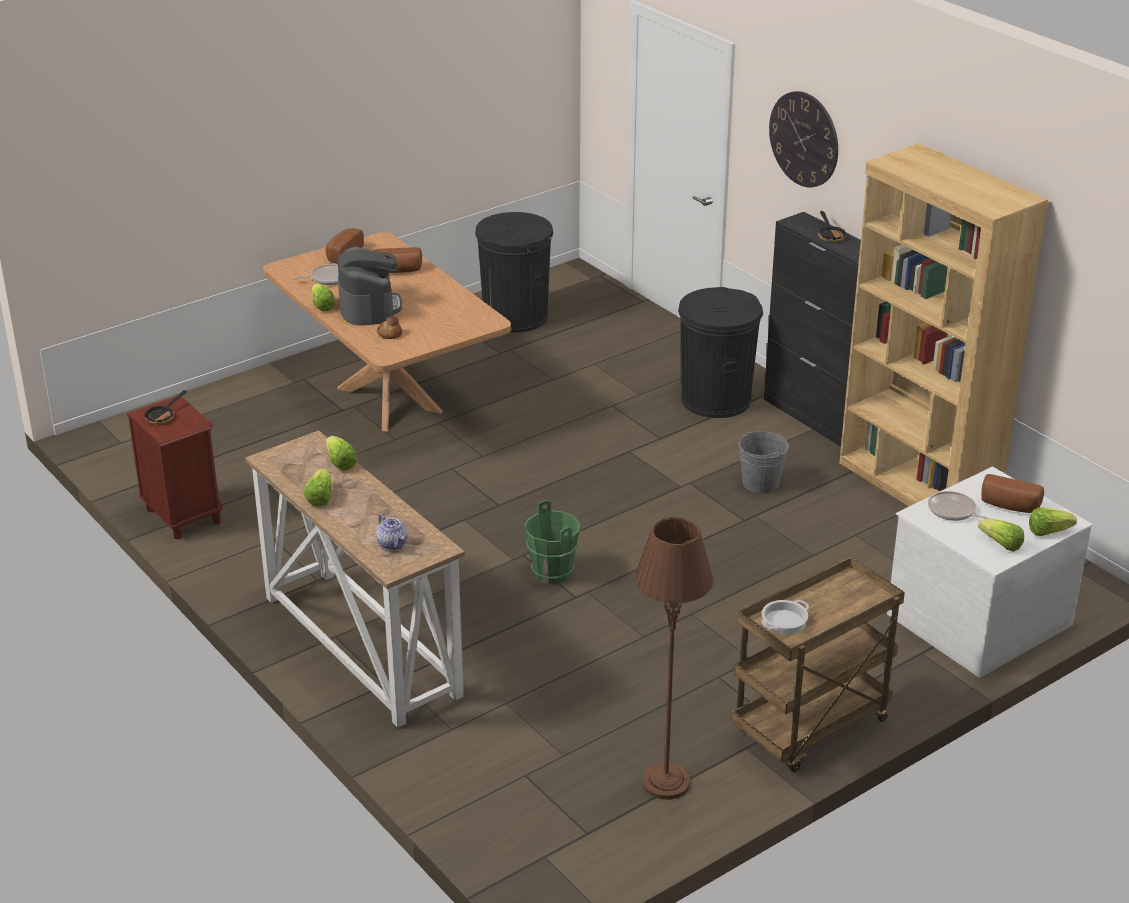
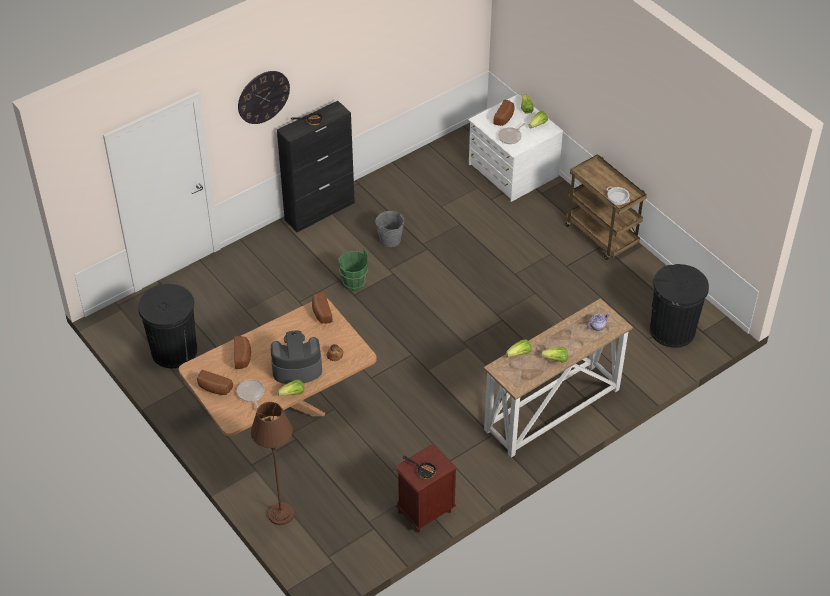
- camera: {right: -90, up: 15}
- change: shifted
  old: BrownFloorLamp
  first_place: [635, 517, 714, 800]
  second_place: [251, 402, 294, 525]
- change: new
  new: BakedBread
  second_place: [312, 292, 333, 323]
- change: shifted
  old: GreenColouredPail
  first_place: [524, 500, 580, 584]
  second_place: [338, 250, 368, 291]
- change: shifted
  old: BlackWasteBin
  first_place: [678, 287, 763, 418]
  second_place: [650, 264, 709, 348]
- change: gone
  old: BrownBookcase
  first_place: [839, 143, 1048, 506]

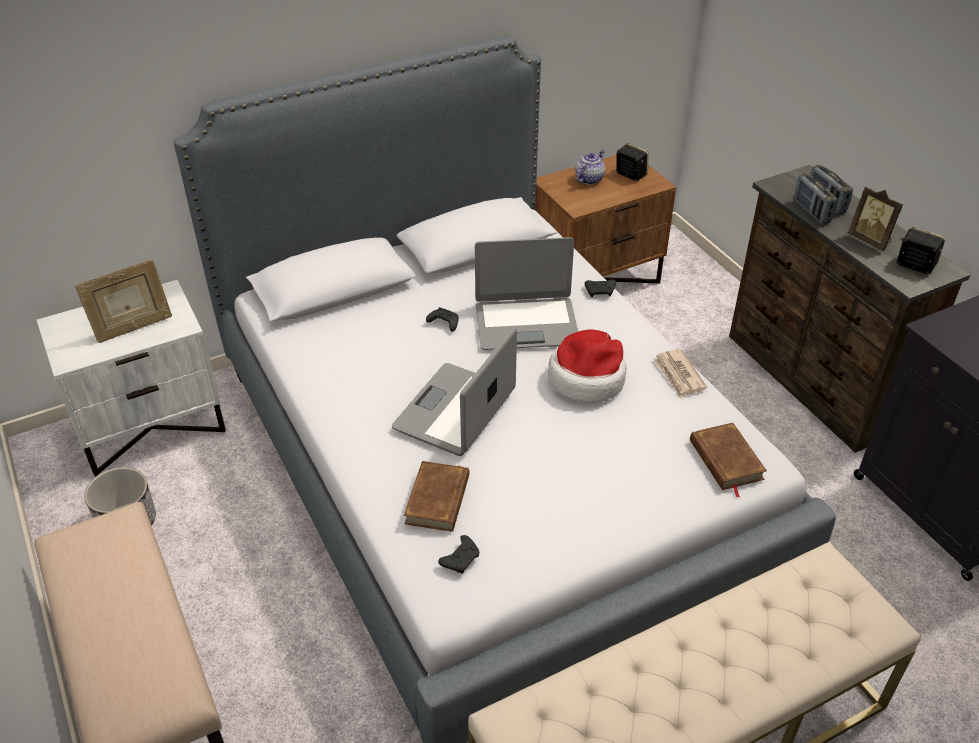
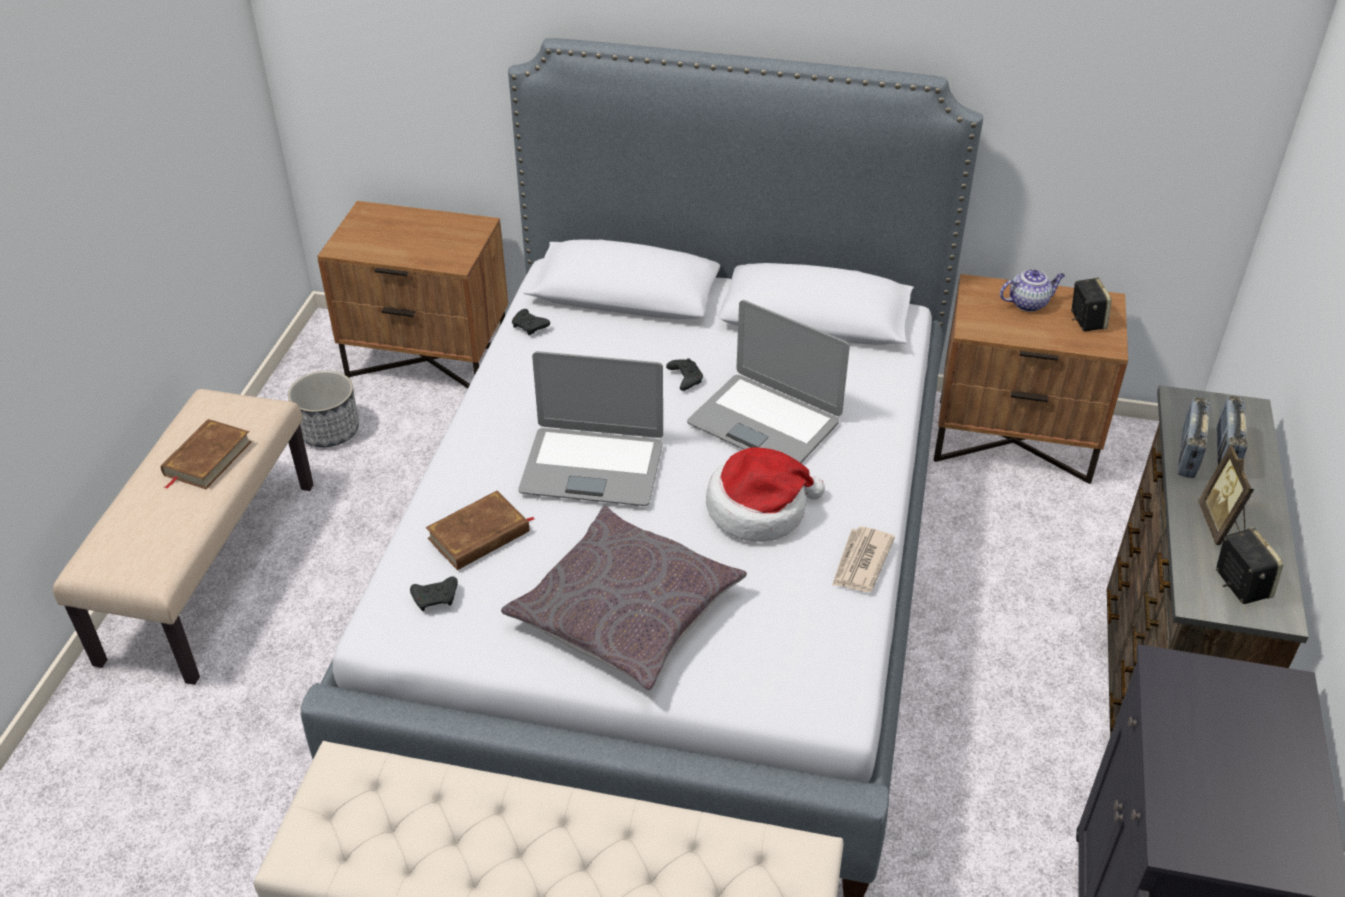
- camera: {right: 40, up: 0}
- change: shifted
  old: BrownBook
  first_place: [690, 423, 767, 497]
  second_place: [161, 419, 252, 489]
- change: repainted
  old: WhiteBedsideTable
  new: BrownBedsideTable
  first_place: [37, 280, 226, 476]
  second_place: [317, 201, 508, 388]
- change: new
  new: GreyishCushion
  second_place: [501, 506, 747, 691]
- change: shifted
  old: BlackJoypad
  first_place: [585, 279, 616, 297]
  second_place: [512, 309, 550, 335]
- change: rotated
  old: PortableComputer
  first_place: [392, 327, 517, 456]
  second_place: [518, 351, 663, 506]
  degrees: -150
- change: gone
  old: PhotoFrame
  first_place: [75, 259, 172, 343]

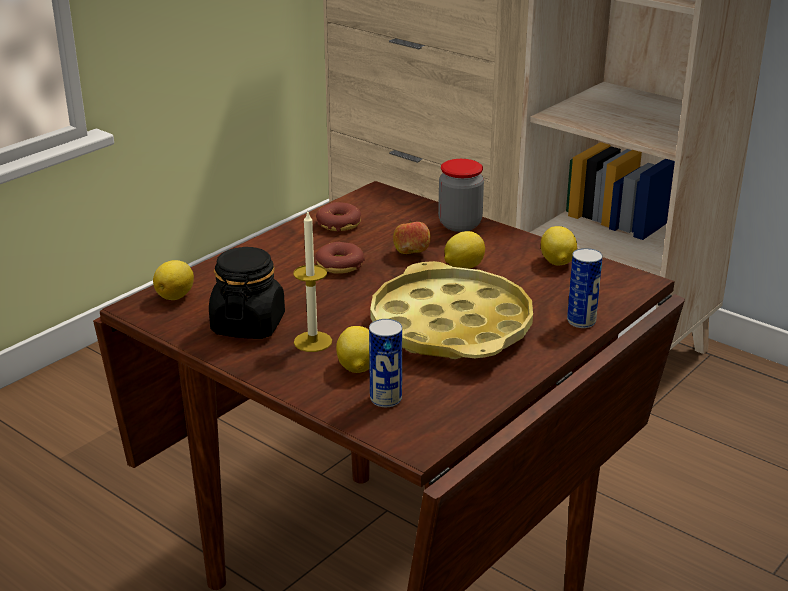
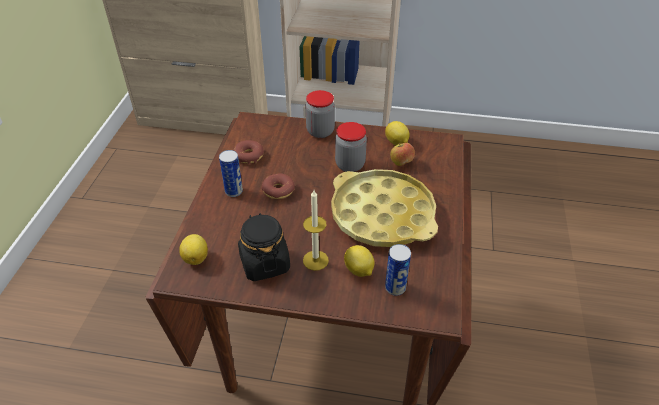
- camera: {right: -30, up: 15}
- change: shifted
  old: Can
  first_place: [567, 248, 603, 328]
  second_place: [219, 150, 243, 197]
- change: swapped
  old: WholeLemon
  new: Jar
  first_place: [444, 231, 485, 269]
  second_place: [335, 122, 367, 172]
- change: shifted
  old: Apple
  first_place: [393, 219, 431, 254]
  second_place: [390, 143, 415, 166]

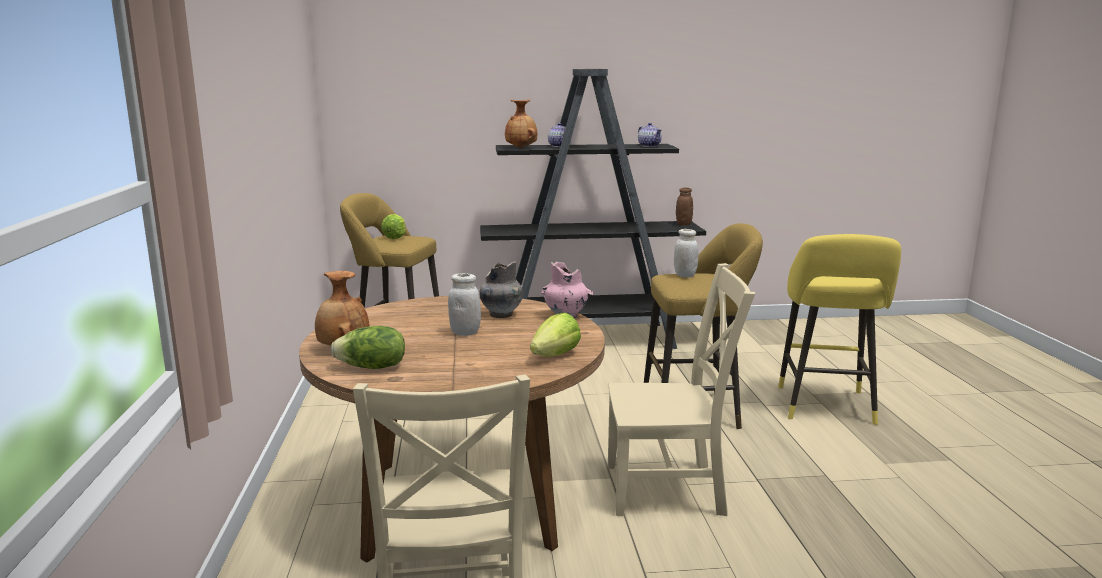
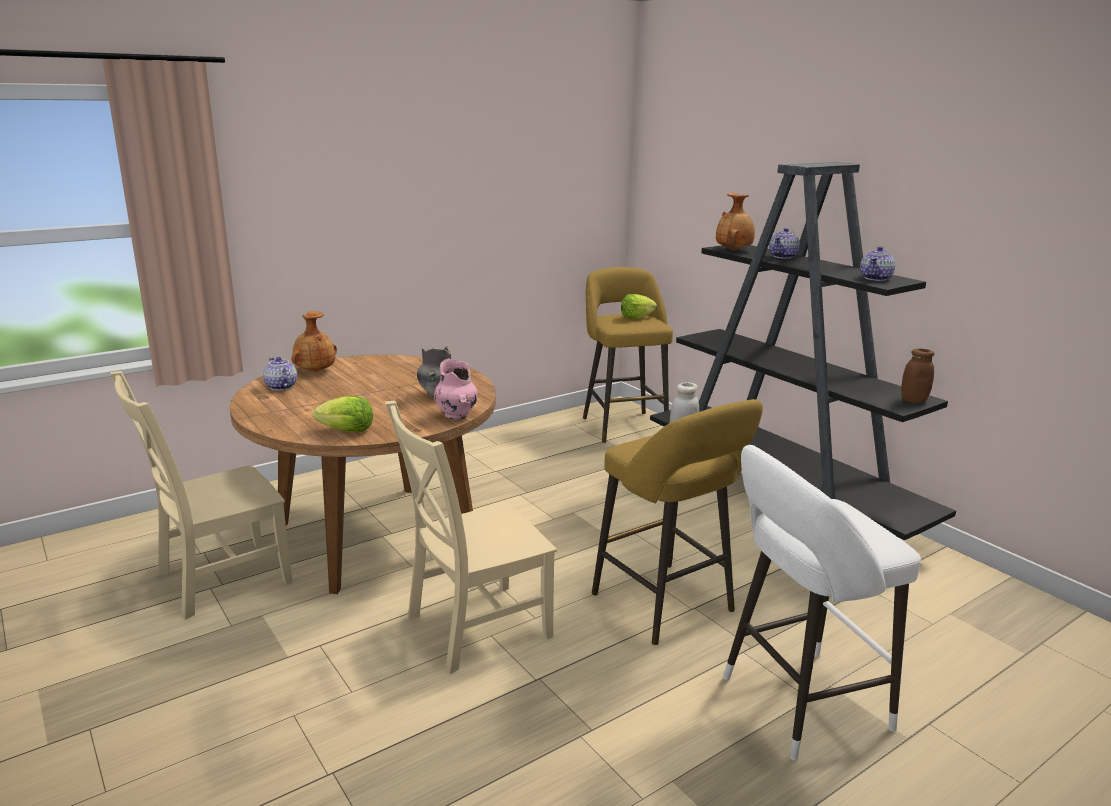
- camera: {right: 60, up: 5}
- change: swapped
  old: LettuceHead
  new: TeaPot
  first_place: [331, 326, 405, 369]
  second_place: [263, 357, 297, 390]
- change: rotated
  old: BeigeColouredPlainChair
  first_place: [608, 263, 755, 516]
  second_place: [385, 401, 557, 674]
  degrees: 90
- change: repainted
  old: YellowStoolSeat
  new: WhiteStoolSeat
  first_place: [778, 234, 901, 425]
  second_place: [723, 445, 921, 761]
- change: gone
  old: WhiteJar
  first_place: [448, 273, 481, 336]

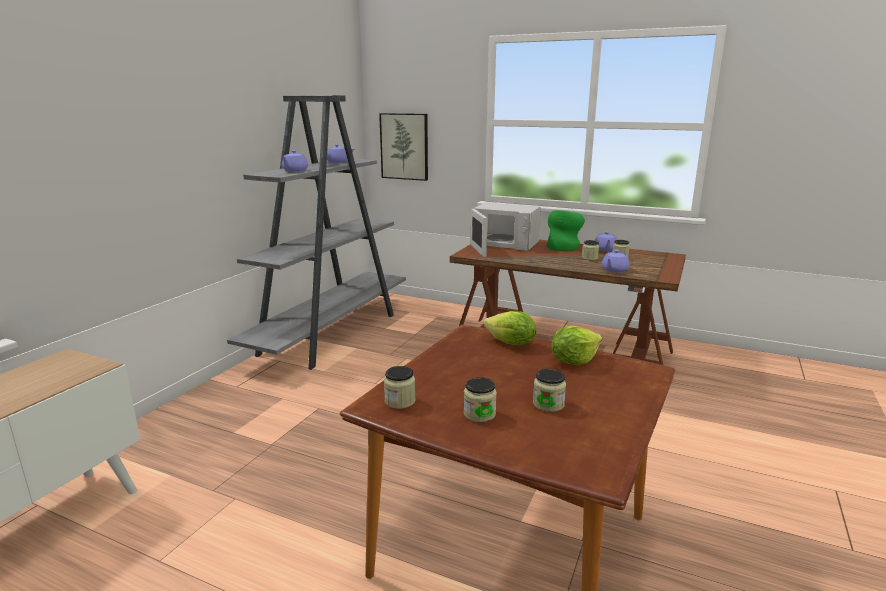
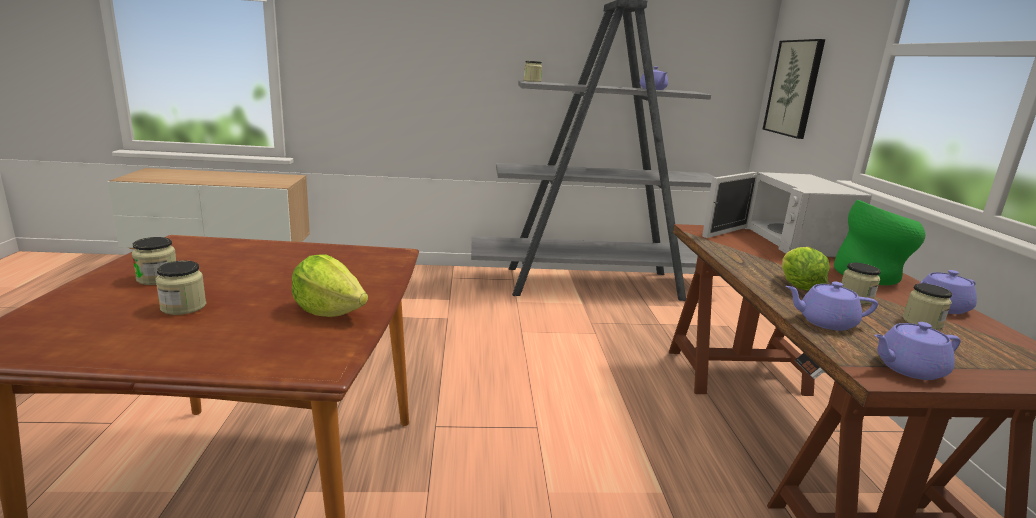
- camera: {right: 60, up: 0}
- change: shifted
  old: Jar
  first_place: [384, 366, 415, 409]
  second_place: [524, 61, 542, 82]
- change: shifted
  old: LettuceHead
  first_place: [483, 311, 536, 346]
  second_place: [782, 247, 830, 290]
- change: shifted
  old: PurpleColouredTeaPot
  first_place: [282, 150, 308, 172]
  second_place: [874, 322, 961, 380]

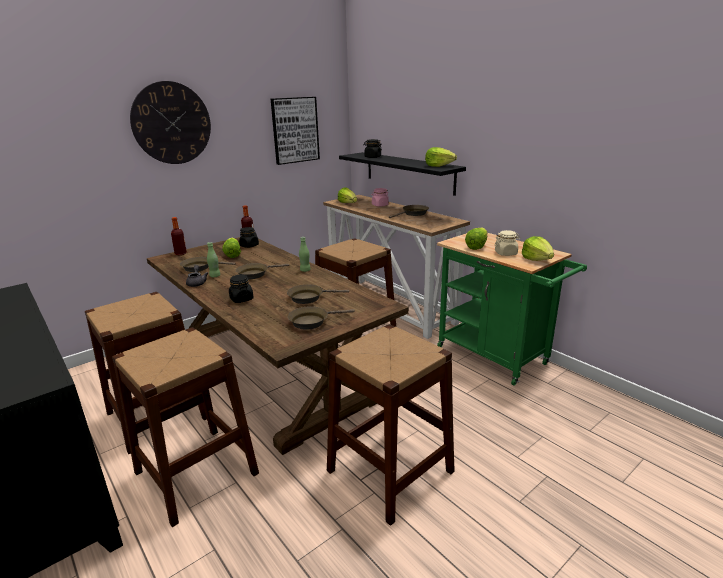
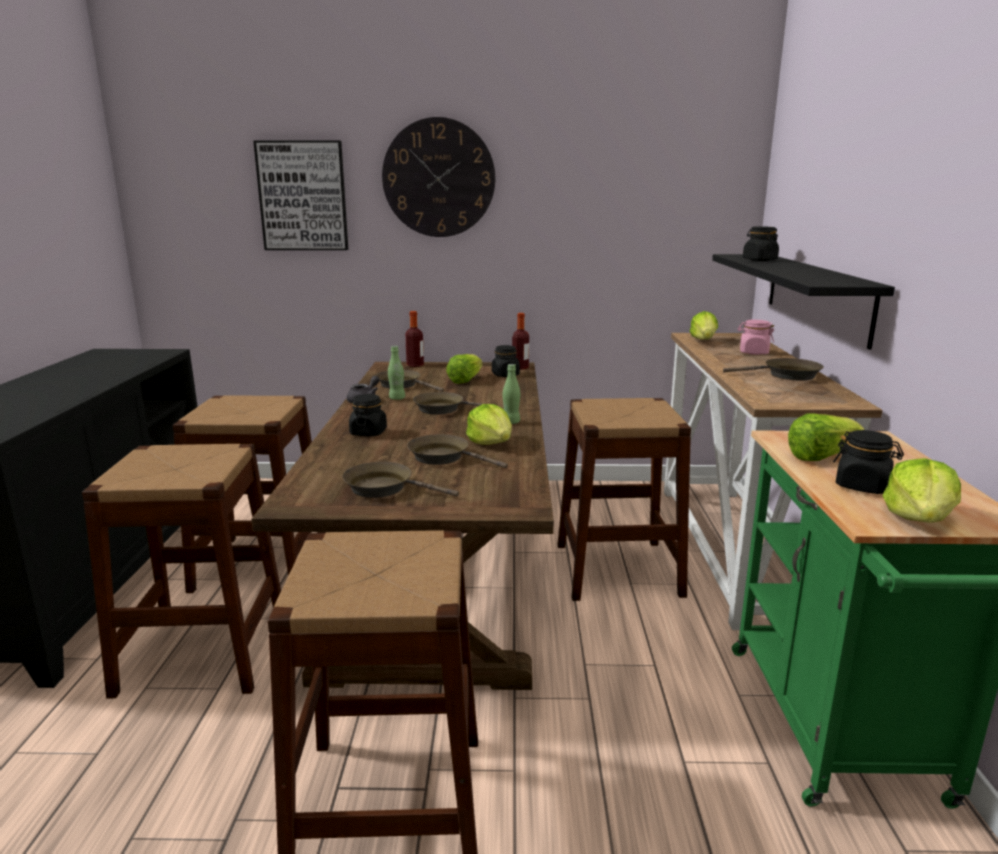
- camera: {right: 40, up: -5}
- change: shifted
  old: WallArt
  first_place: [271, 97, 320, 165]
  second_place: [253, 141, 348, 250]
- change: shifted
  old: LettuceHead
  first_place: [425, 147, 457, 167]
  second_place: [466, 404, 512, 445]
- change: repainted
  old: BeigeColouredJar
  new: BlackJar
  first_place: [494, 230, 520, 256]
  second_place: [833, 430, 904, 494]

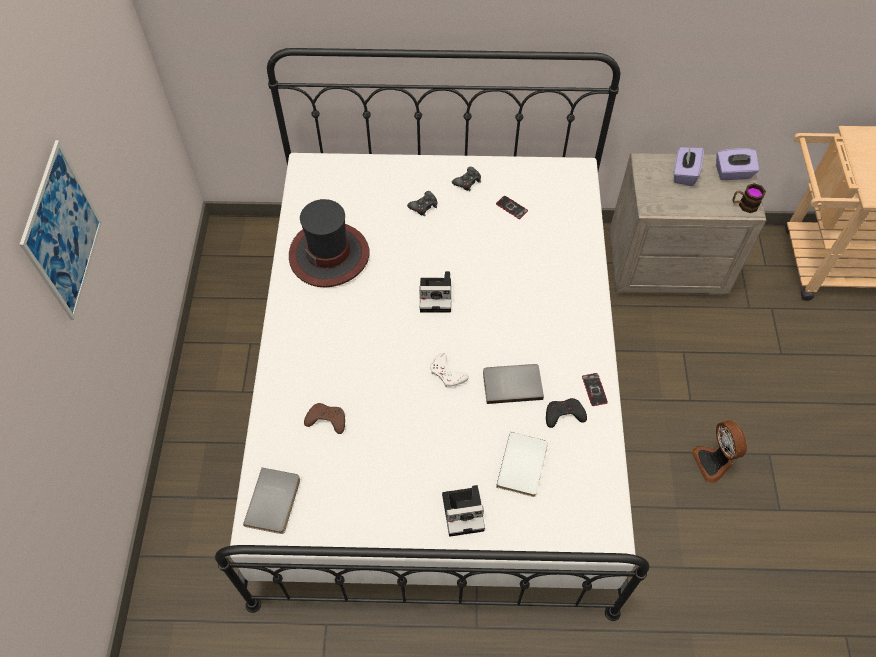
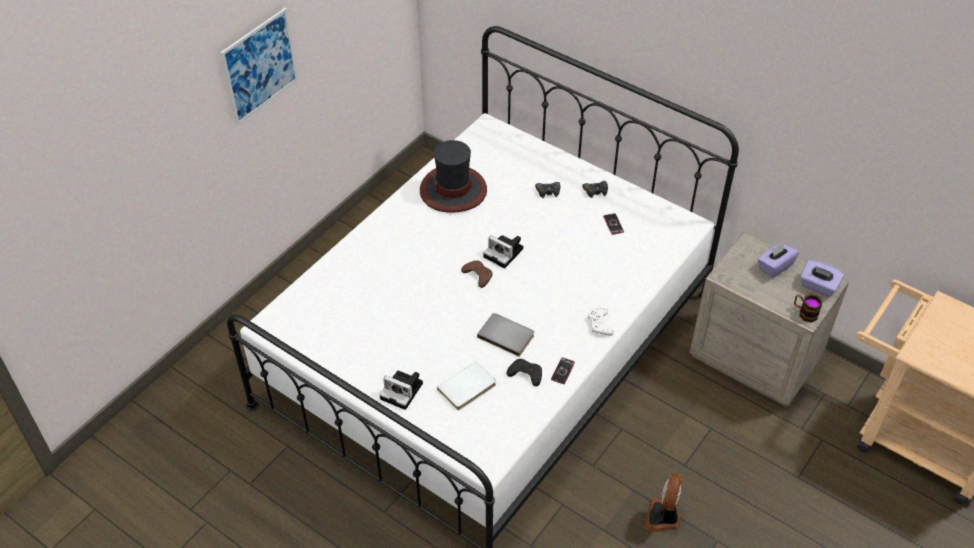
- camera: {right: 35, up: -10}
- change: shifted
  old: BrownJoypad
  first_place: [304, 403, 345, 434]
  second_place: [461, 260, 493, 288]
- change: shifted
  old: WhiteJoypad
  first_place: [430, 353, 469, 387]
  second_place: [588, 307, 614, 336]
- change: gone
  old: GreyishBook
  first_place: [243, 468, 300, 534]

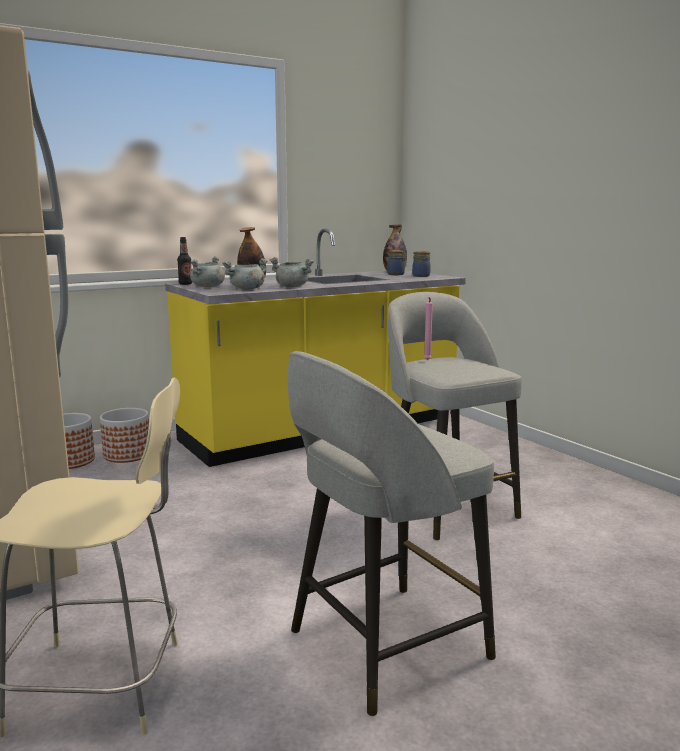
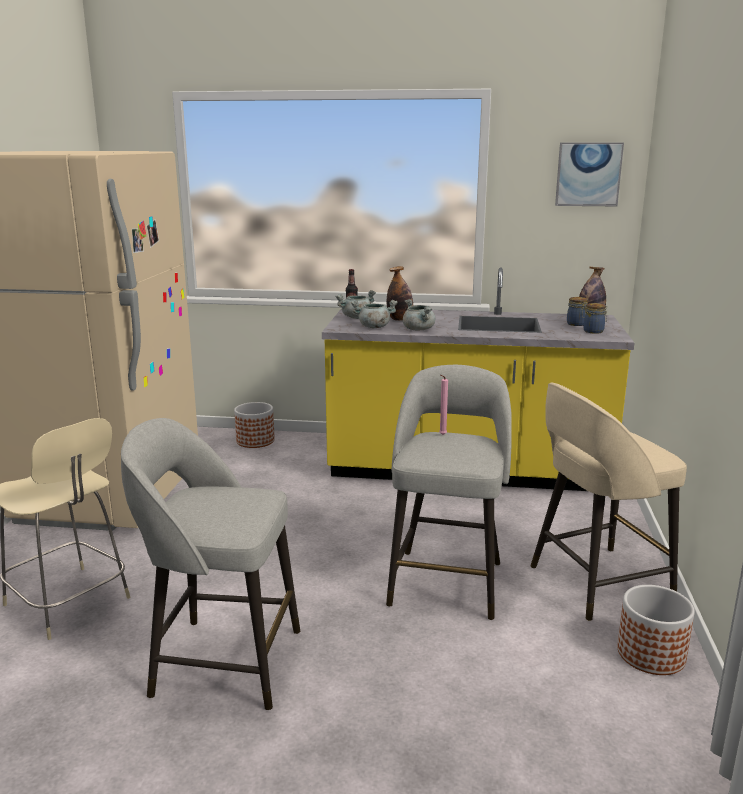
- camera: {right: 40, up: 5}
- change: new
  new: BeigeColouredStoolSeat
  second_place: [530, 383, 687, 621]
- change: new
  new: WallArt
  second_place: [555, 143, 624, 206]
- change: shifted
  old: Planter
  first_place: [100, 408, 149, 463]
  second_place: [617, 585, 695, 675]

